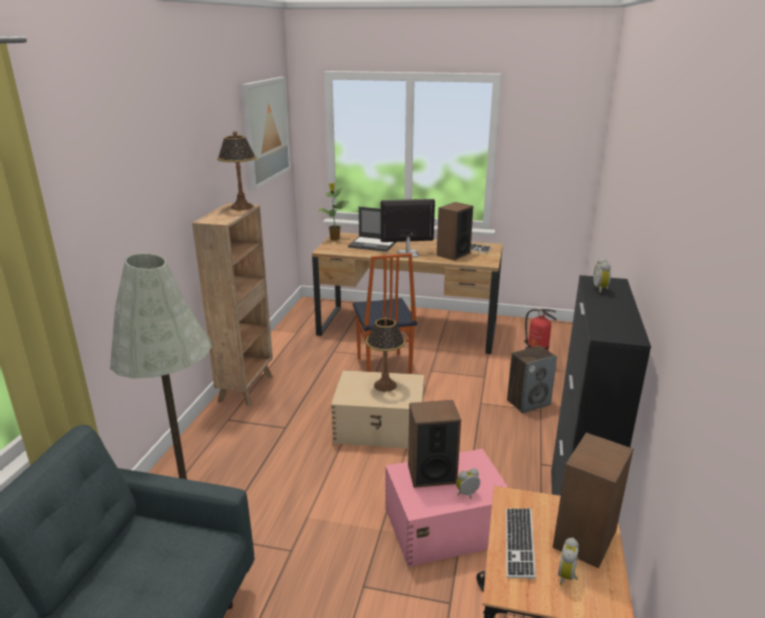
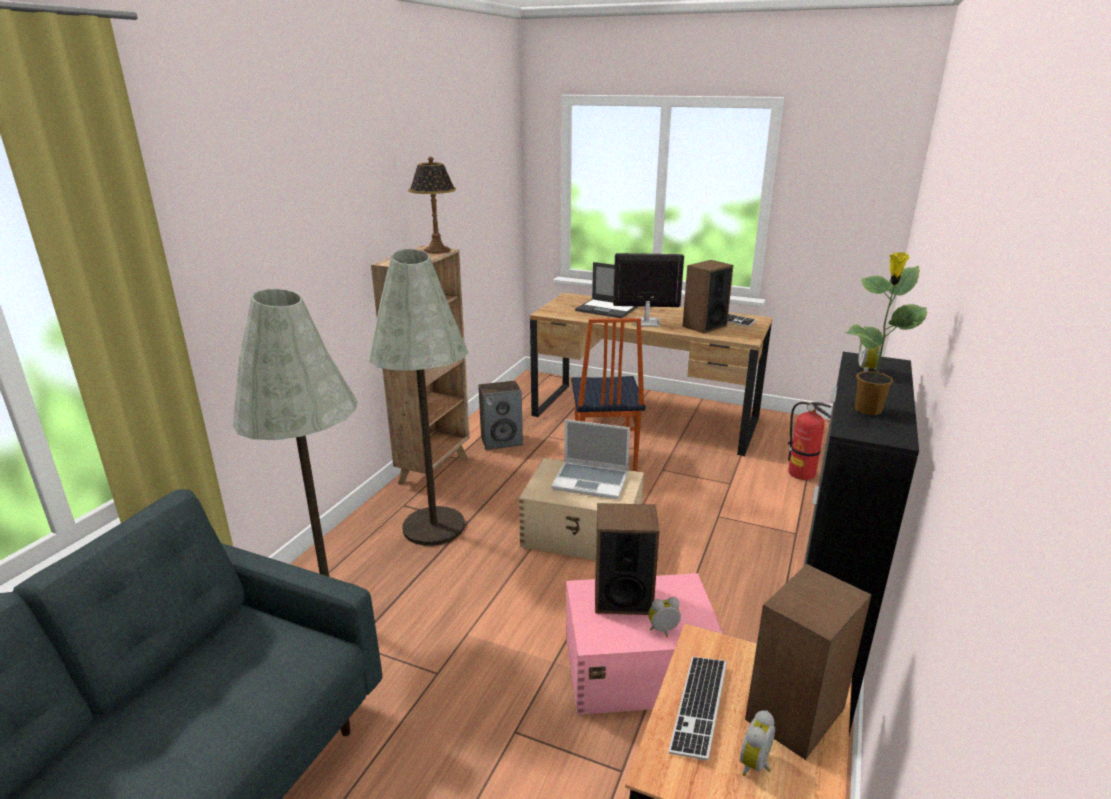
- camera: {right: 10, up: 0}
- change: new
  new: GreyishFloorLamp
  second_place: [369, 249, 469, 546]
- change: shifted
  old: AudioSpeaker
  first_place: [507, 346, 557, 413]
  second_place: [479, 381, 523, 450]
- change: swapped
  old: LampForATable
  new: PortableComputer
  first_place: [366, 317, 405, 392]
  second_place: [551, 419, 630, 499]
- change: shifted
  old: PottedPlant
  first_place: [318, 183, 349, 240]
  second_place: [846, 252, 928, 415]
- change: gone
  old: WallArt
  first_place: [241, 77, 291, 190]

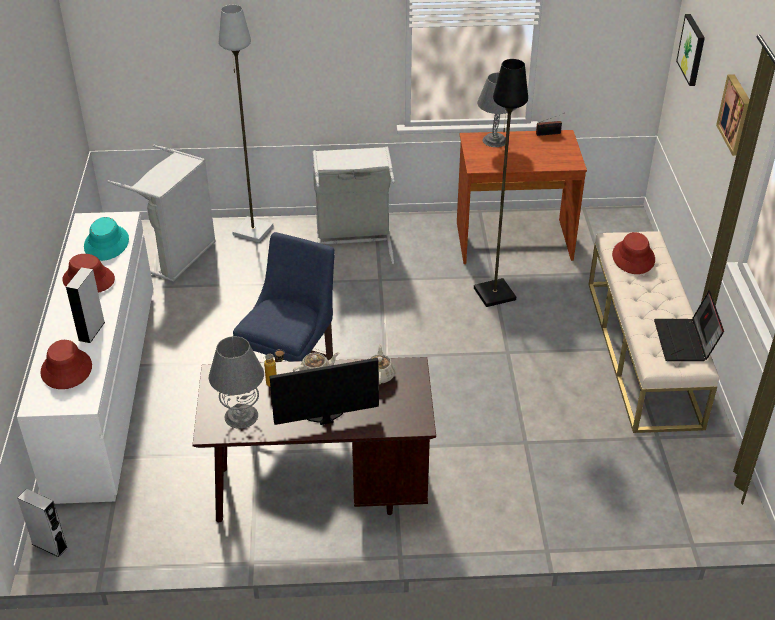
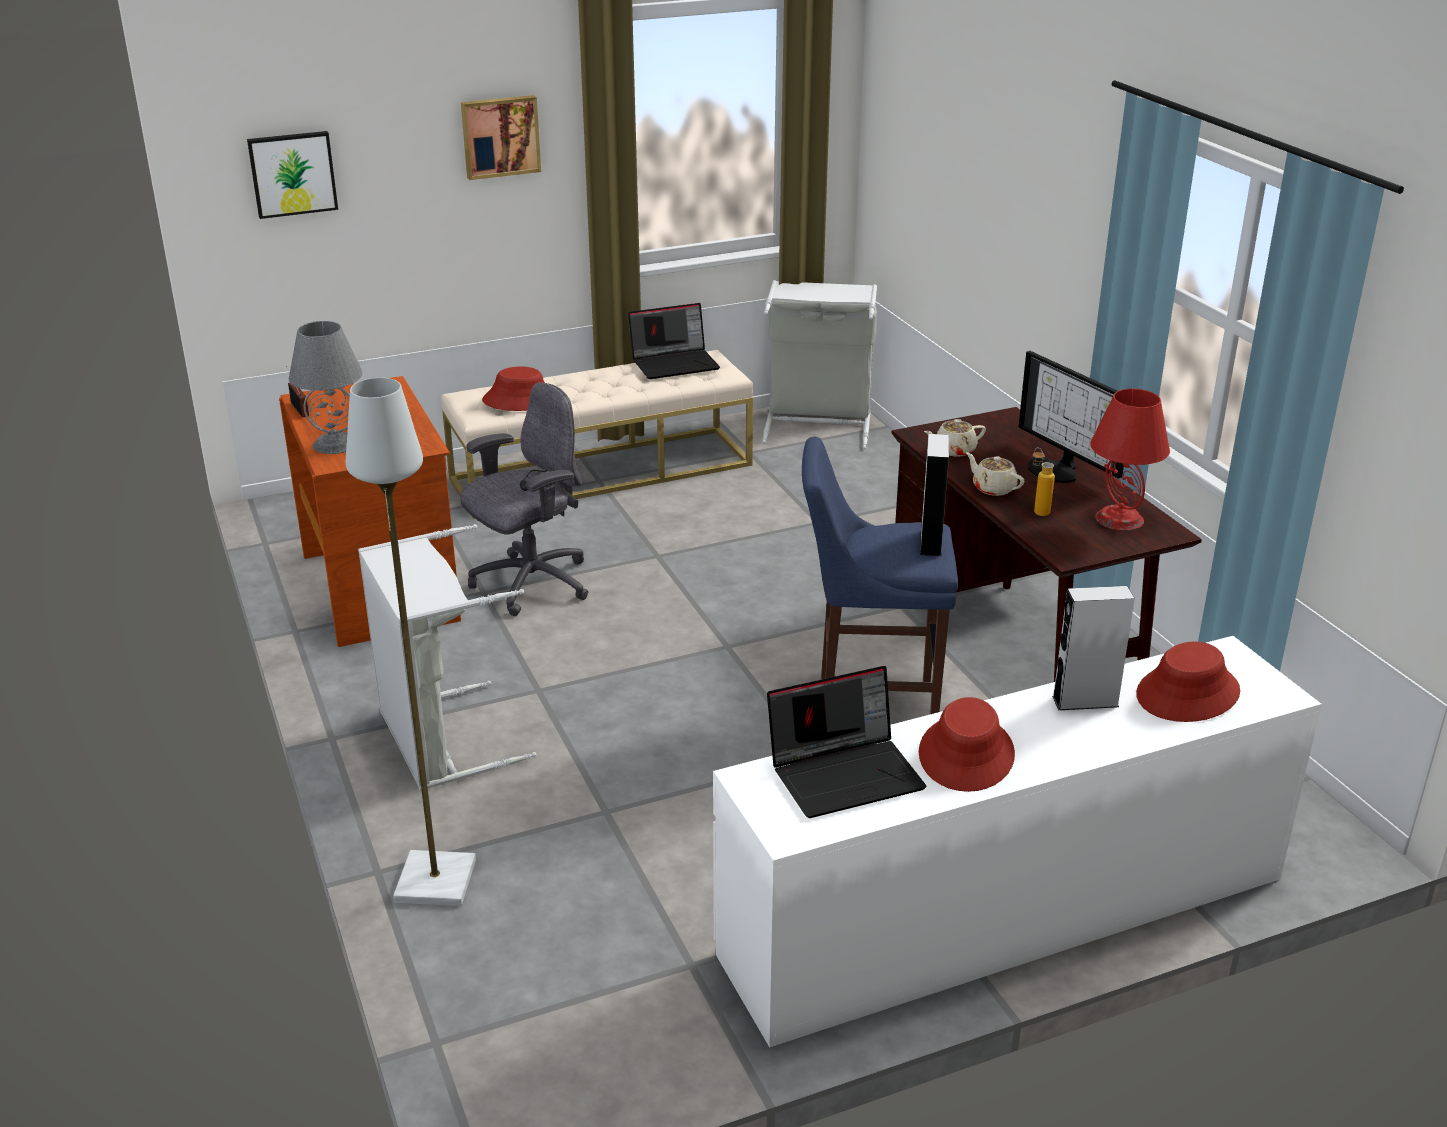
- camera: {right: -110, up: -10}
- change: swapped
  old: BlackFloorLamp
  new: GreyishComputerChair
  first_place: [474, 59, 528, 307]
  second_place: [460, 382, 589, 616]
- change: shifted
  old: GreyishLaundryBasket
  first_place: [107, 145, 216, 282]
  second_place: [762, 280, 877, 449]
- change: swapped
  old: BlueGreenHat
  new: PortableComputer
  first_place: [84, 217, 129, 261]
  second_place: [767, 666, 926, 818]
- change: shifted
  old: GreyishAudioSpeaker
  first_place: [17, 489, 68, 557]
  second_place: [920, 434, 949, 556]
- change: repainted
  old: GreyishLampForATable
  new: RedColouredLampForATable
  first_place: [209, 336, 264, 429]
  second_place: [1090, 389, 1170, 531]

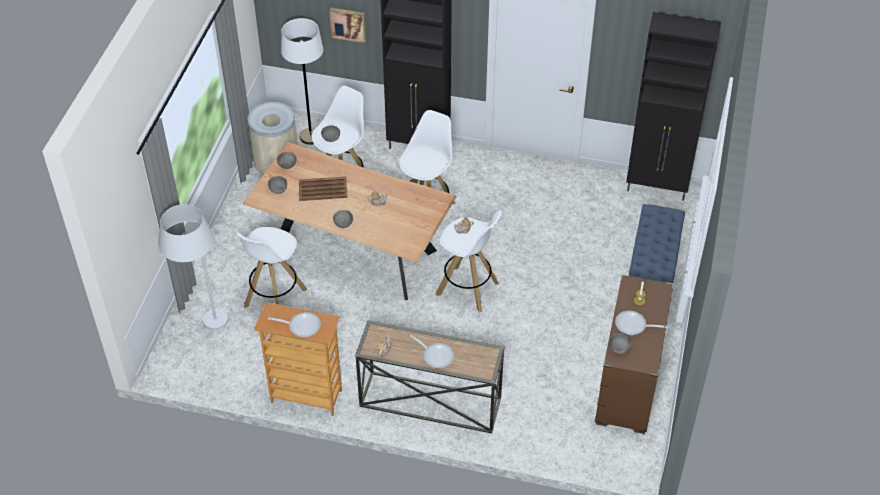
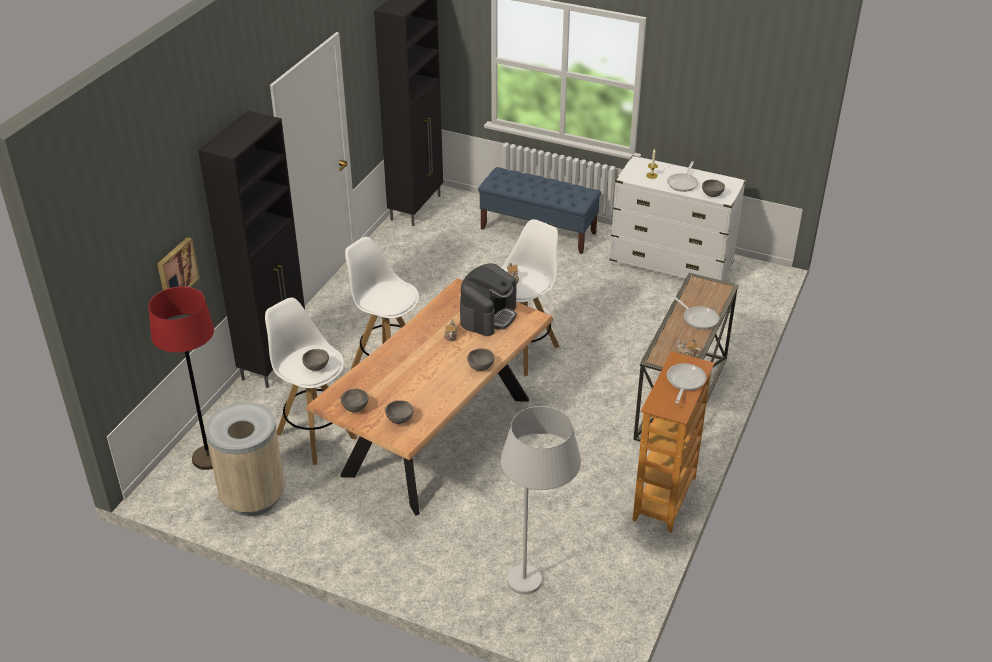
- camera: {right: -80, up: -10}
- change: repainted
  old: WhiteFloorLamp
  new: RedColouredFloorLamp
  first_place: [281, 18, 323, 145]
  second_place: [148, 286, 214, 470]
- change: new
  new: CoffeeMachine
  second_place: [460, 264, 517, 336]
- change: repainted
  old: BrownChestOfDrawers
  new: WhiteChestOfDrawers
  first_place: [595, 274, 674, 434]
  second_place: [609, 155, 746, 281]
- change: rotated
  old: Skillet
  first_place: [410, 335, 454, 368]
  second_place: [670, 295, 719, 329]
  degrees: 90
- change: gone
  old: WhiteStoolSeat
  first_place: [236, 227, 307, 308]
- change: gone
  old: BrownServingTray
  first_place: [299, 176, 348, 201]

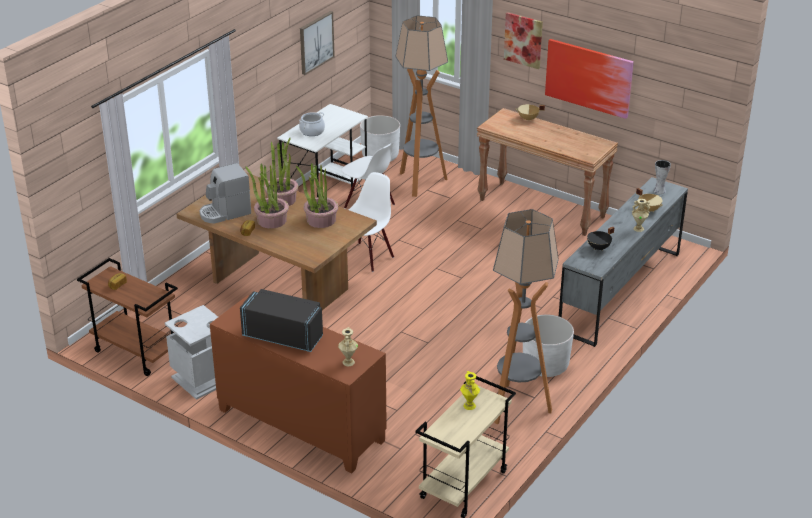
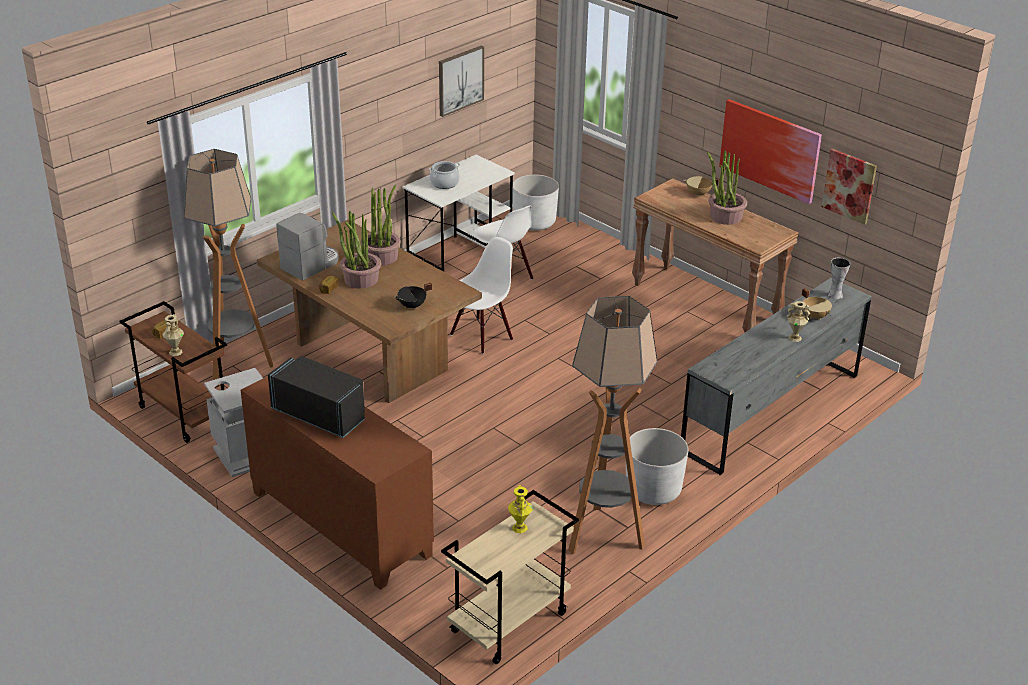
- camera: {right: 10, up: 0}
- change: shifted
  old: BeigeColouredDecorativeVase
  first_place: [338, 327, 358, 366]
  second_place: [162, 314, 184, 356]
- change: shifted
  old: FloorLamp
  first_place: [395, 15, 448, 197]
  second_place: [183, 149, 273, 387]
- change: rotated
  old: CoffeeMachine
  first_place: [200, 163, 251, 224]
  second_place: [276, 213, 339, 281]
  degrees: 150
- change: shifted
  old: BlackStockpot
  first_place: [587, 227, 615, 251]
  second_place: [394, 283, 432, 310]
- change: shifted
  old: PottedPlant
  first_place: [296, 163, 338, 228]
  second_place: [707, 150, 747, 225]
- change: shifted
  old: WallArt
  first_place: [504, 12, 543, 69]
  second_place: [822, 149, 877, 225]

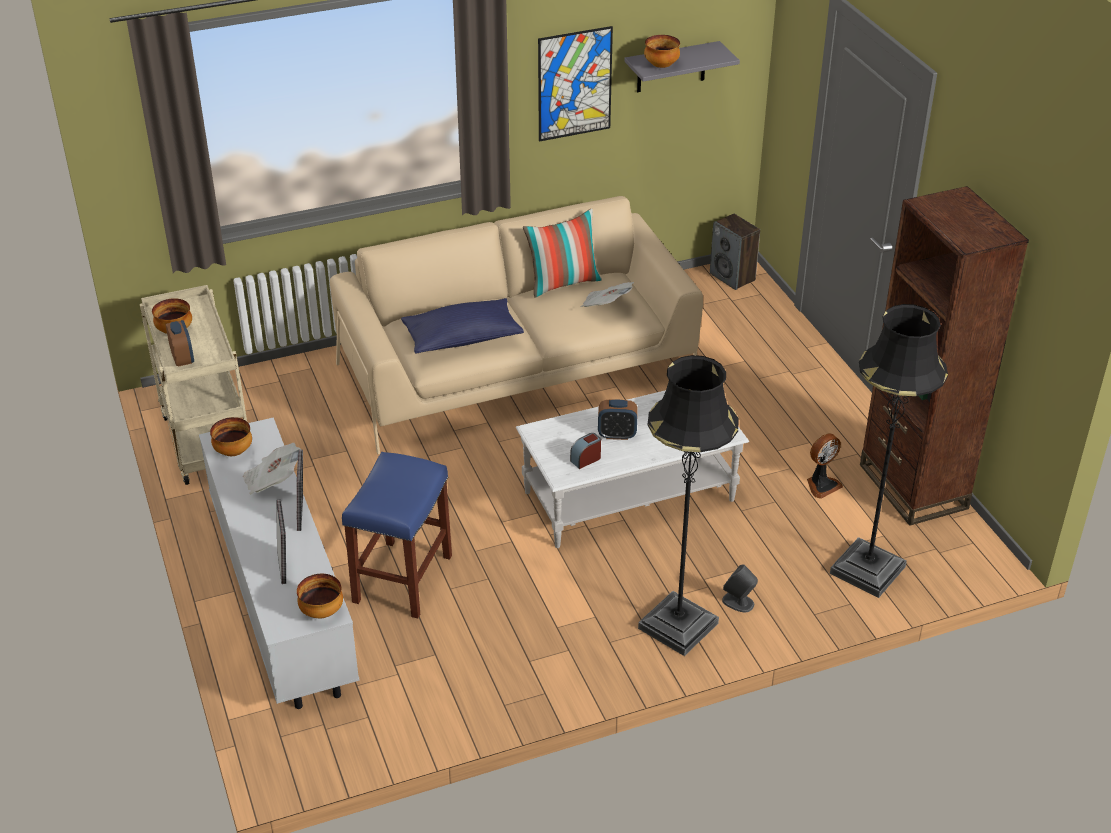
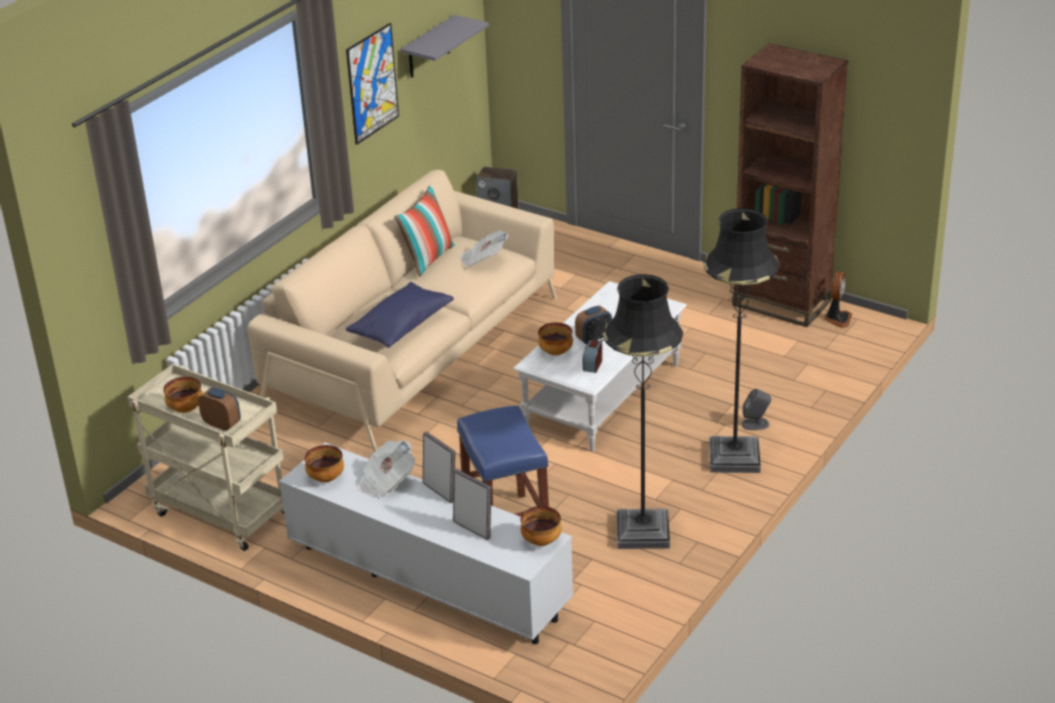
- camera: {right: -35, up: -5}
- change: shifted
  old: ServingBowl
  first_place: [644, 35, 680, 68]
  second_place: [538, 322, 573, 356]
- change: shifted
  old: BlackFloorLamp
  first_place: [830, 304, 948, 598]
  second_place: [603, 274, 683, 549]
- change: shifted
  old: Fan
  first_place: [807, 434, 843, 499]
  second_place: [824, 271, 852, 328]

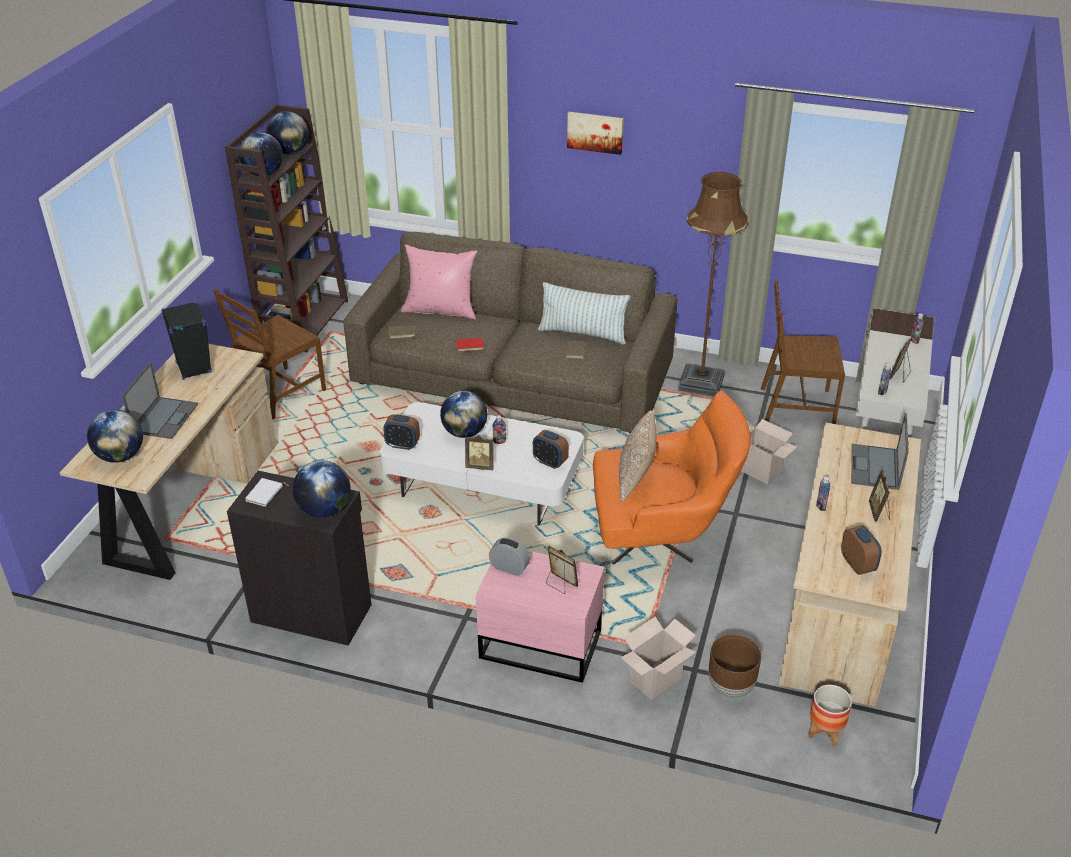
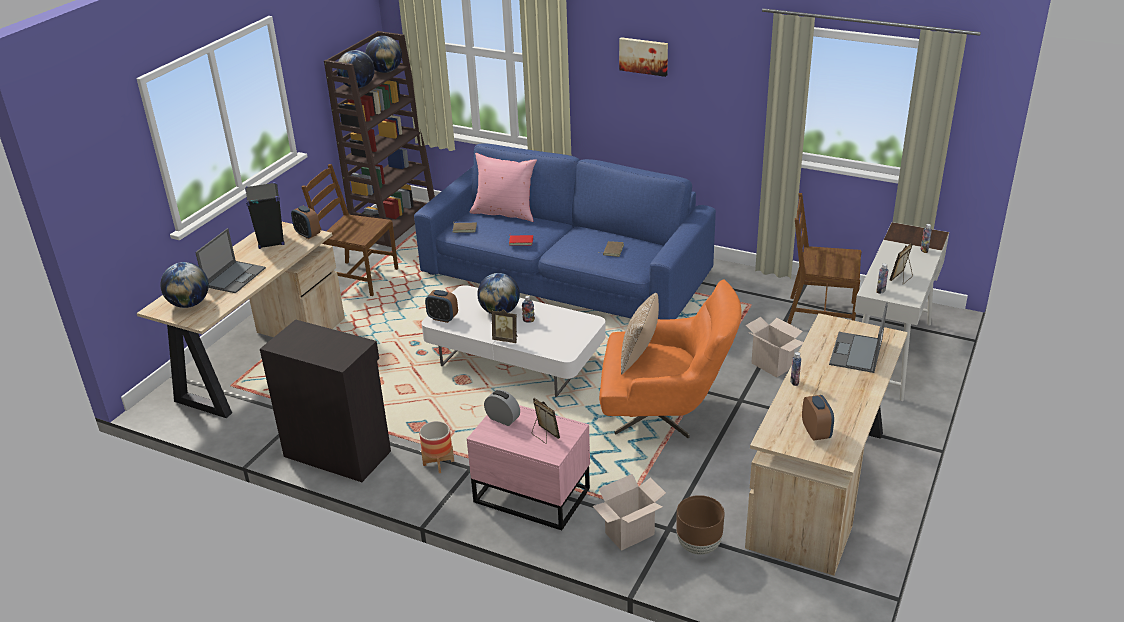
- camera: {right: 10, up: -5}
- change: shifted
  old: TableClock
  first_place: [533, 430, 569, 469]
  second_place: [291, 206, 320, 239]
- change: rotated
  old: BrownPlainChair
  first_place: [213, 289, 326, 420]
  second_place: [302, 164, 398, 296]
  degrees: 60
- change: repainted
  old: BrownSettee
  new: BlueSettee
  first_place: [343, 232, 677, 433]
  second_place: [414, 143, 716, 319]
- change: shifted
  old: Planter
  first_place: [808, 685, 852, 747]
  second_place: [419, 421, 454, 473]
- change: gone
  old: WhiteBook
  first_place: [245, 478, 288, 507]
- change: gone
  old: WorldGlobe
  first_place: [293, 460, 351, 518]
- change: gone
  old: Cushion
  first_place: [538, 282, 630, 345]
- change: gone
  old: BrownFloorLamp
  first_place: [678, 172, 749, 397]
- change: gone
  old: PhotoFrame
  first_place: [869, 470, 890, 522]

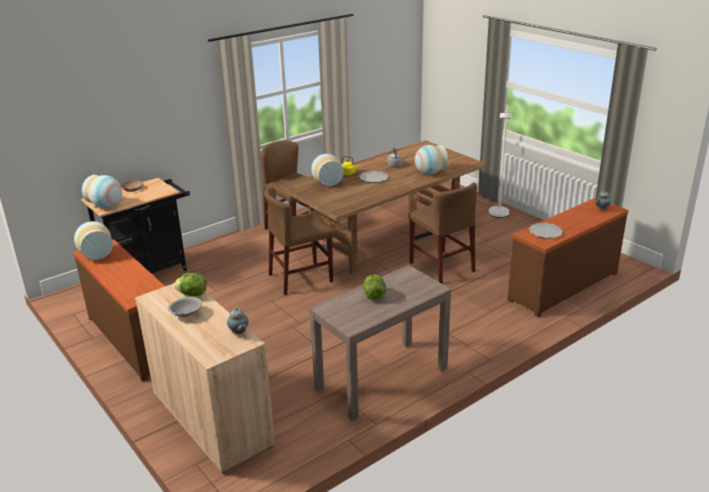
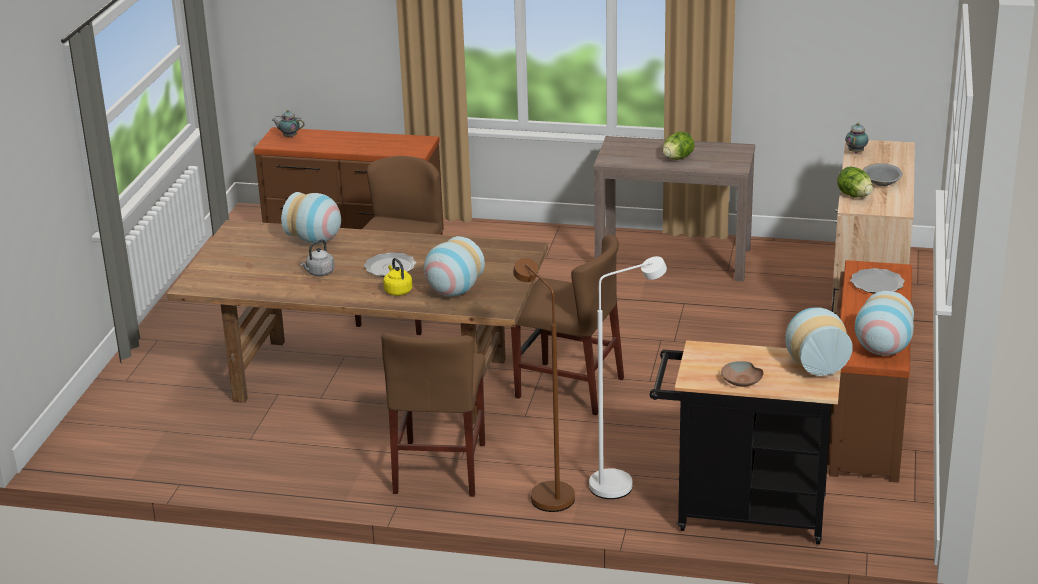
- camera: {right: -130, up: 0}
- change: new
  new: BrownFloorLamp
  second_place: [513, 258, 575, 512]
- change: shifted
  old: WhiteFloorLamp
  first_place: [489, 104, 512, 218]
  second_place: [589, 256, 667, 499]
- change: shifted
  old: DinnerPlate
  first_place: [529, 223, 563, 238]
  second_place: [850, 268, 905, 294]

